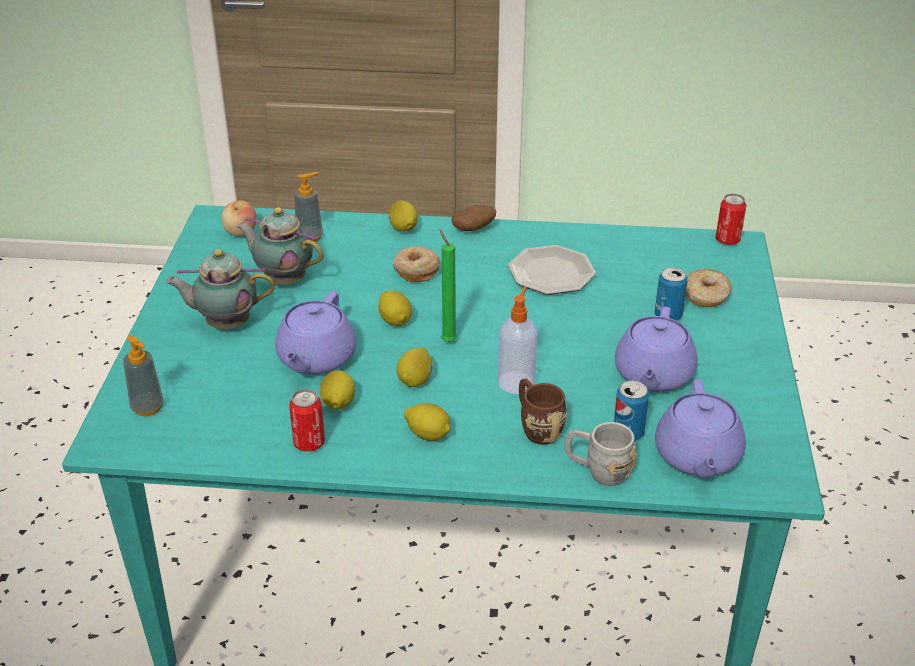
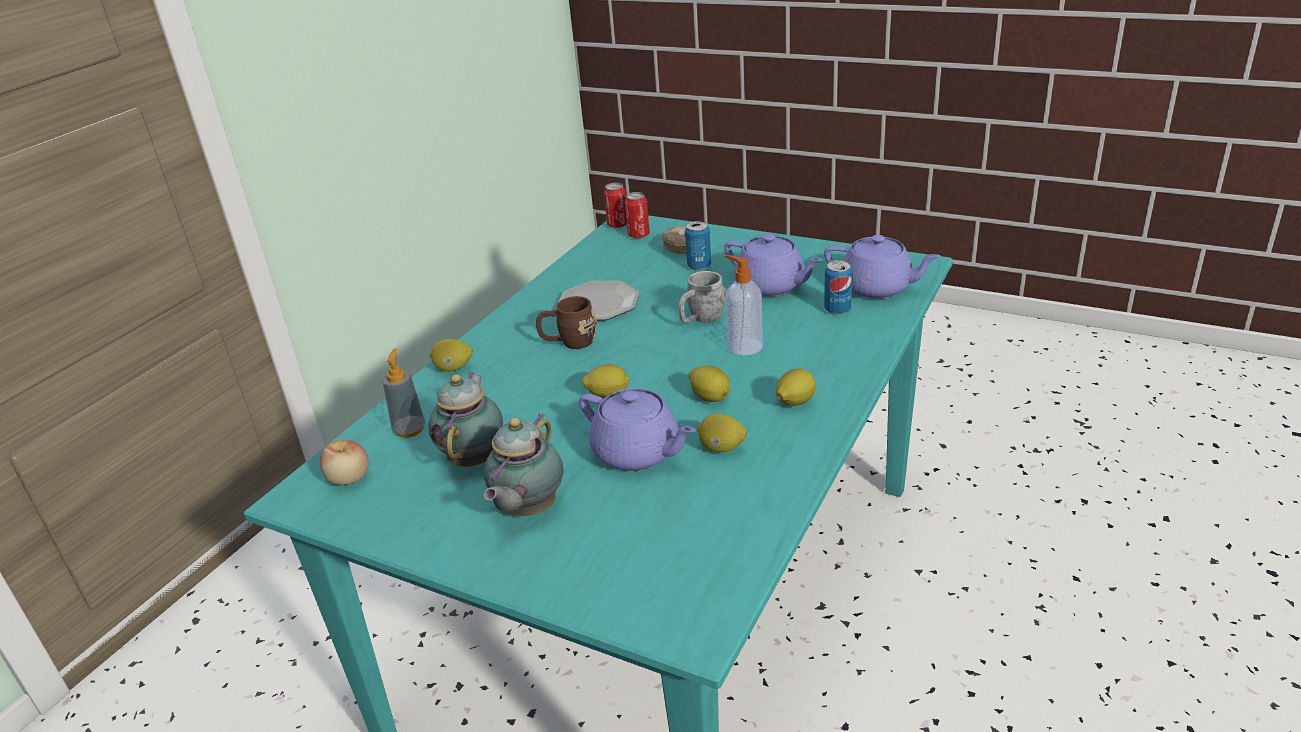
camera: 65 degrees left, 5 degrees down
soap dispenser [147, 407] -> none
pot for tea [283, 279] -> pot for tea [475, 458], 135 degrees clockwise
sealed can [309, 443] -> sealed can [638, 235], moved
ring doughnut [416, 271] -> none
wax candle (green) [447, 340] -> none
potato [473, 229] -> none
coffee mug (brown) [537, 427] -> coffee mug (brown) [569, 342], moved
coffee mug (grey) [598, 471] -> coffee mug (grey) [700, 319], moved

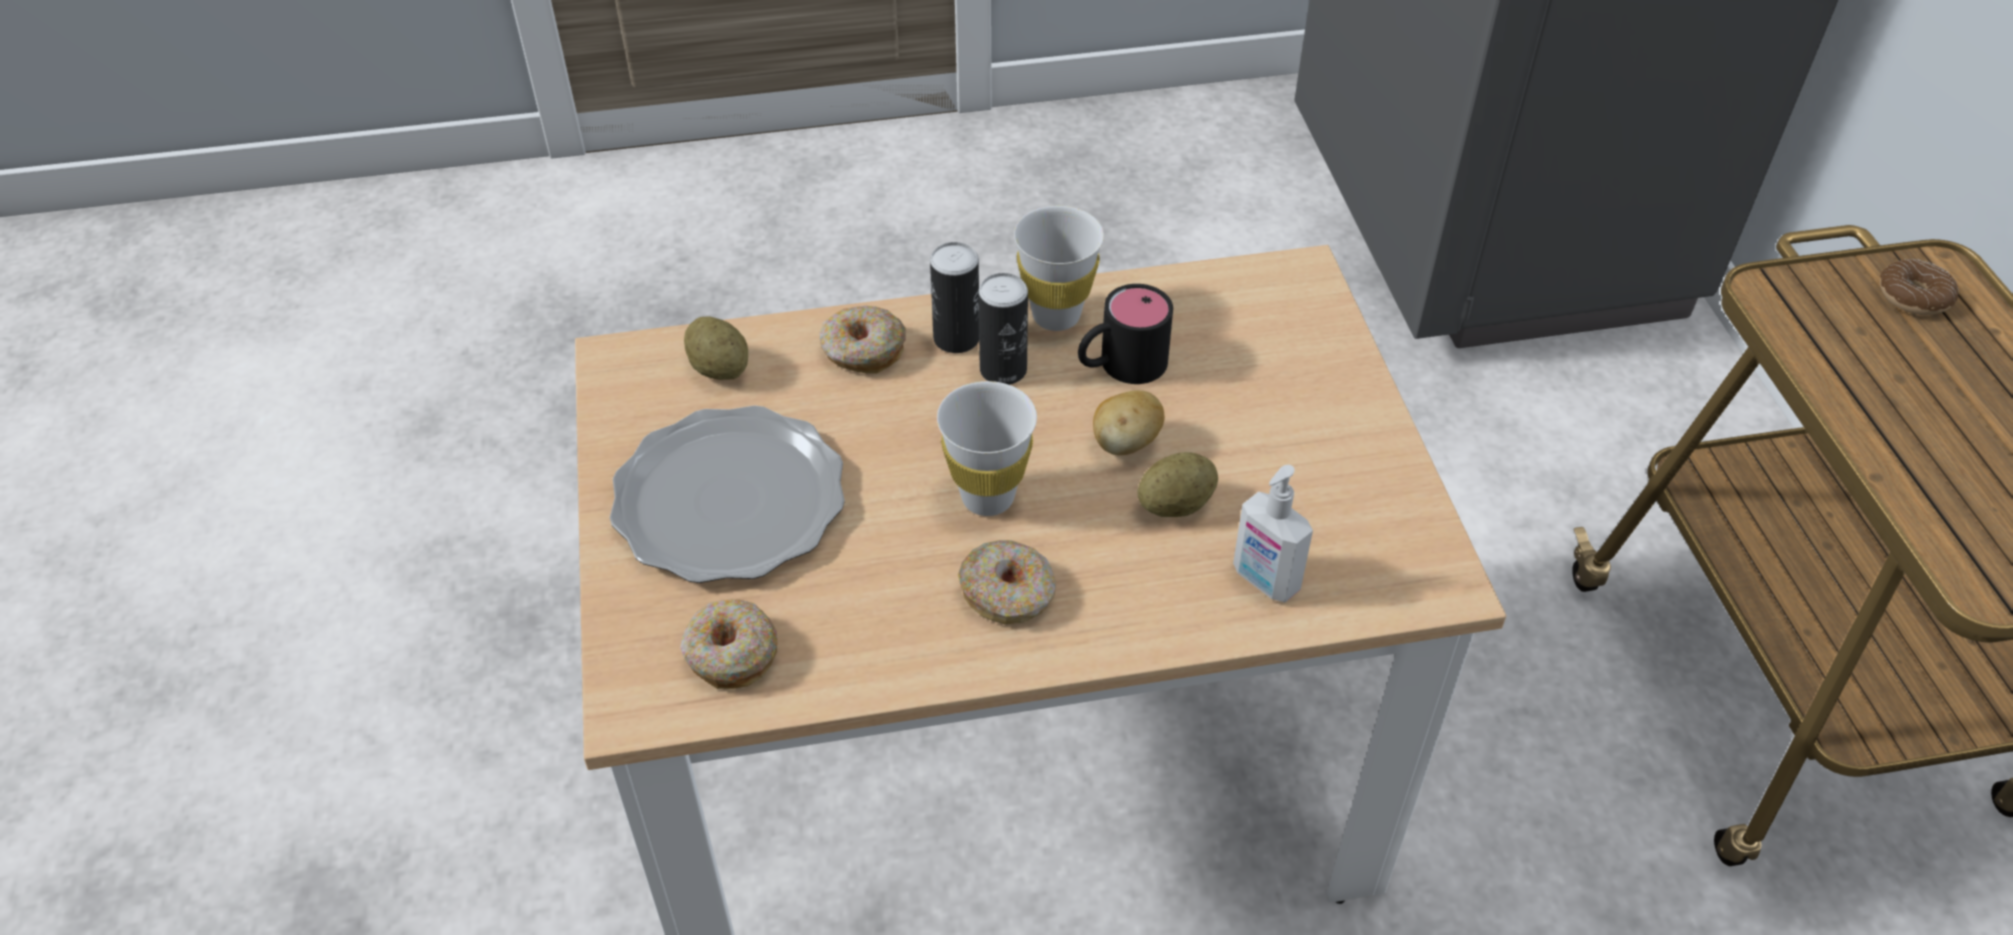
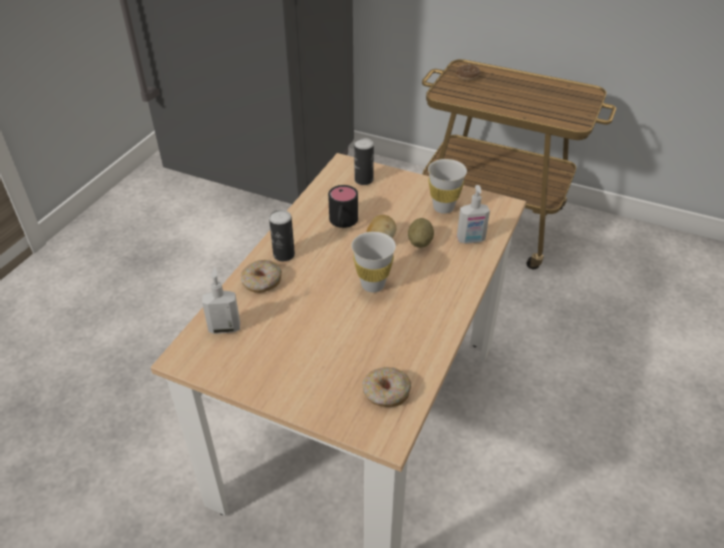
camera: 55 degrees left, 5 degrees down
flat dish [730, 502] -> none
potato [719, 368] -> soap dispenser [224, 327]
ring doughnut [1008, 593] -> none
sealed can [1003, 369] -> sealed can [363, 180], moved
small cup (whitish) [1056, 316] -> small cup (whitish) [443, 207], moved

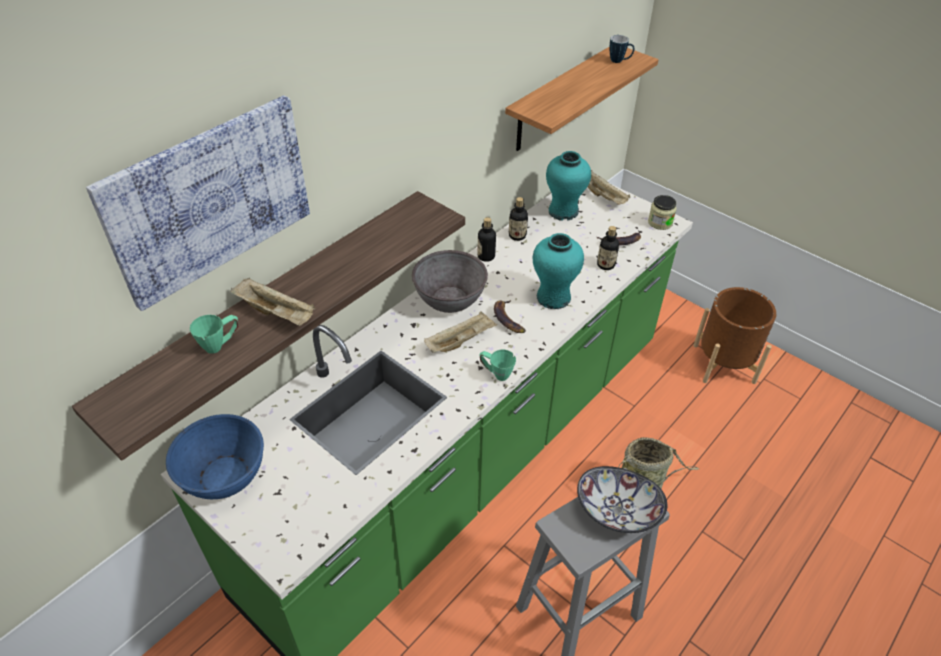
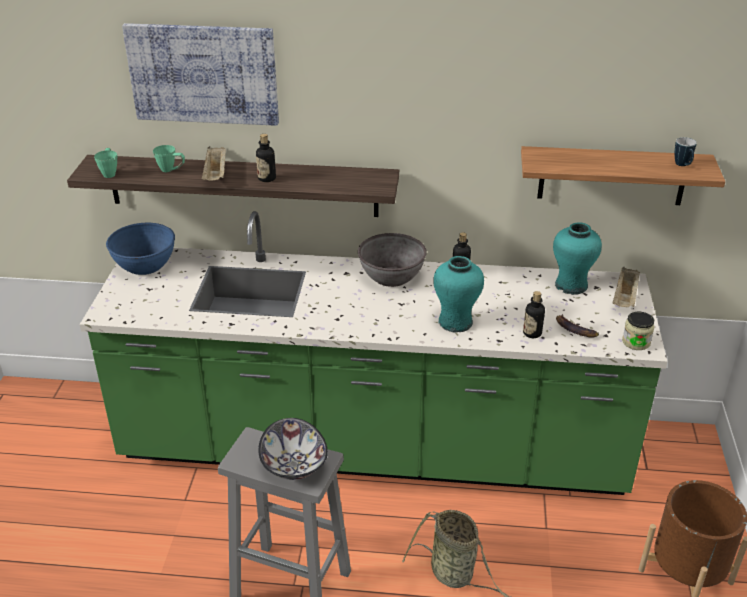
camera: 55 degrees right, 10 degrees down
tray (sand-coloured) [460, 341] -> none
coffee mug (green) [496, 374] -> coffee mug (green) [109, 173], moved
banana fruit [507, 319] -> none
beverage bottle [517, 236] -> beverage bottle [267, 178], moved

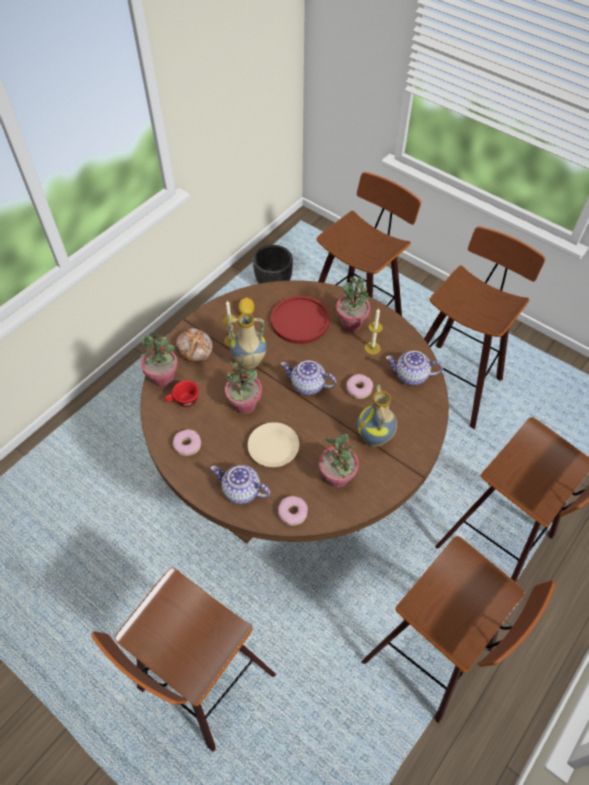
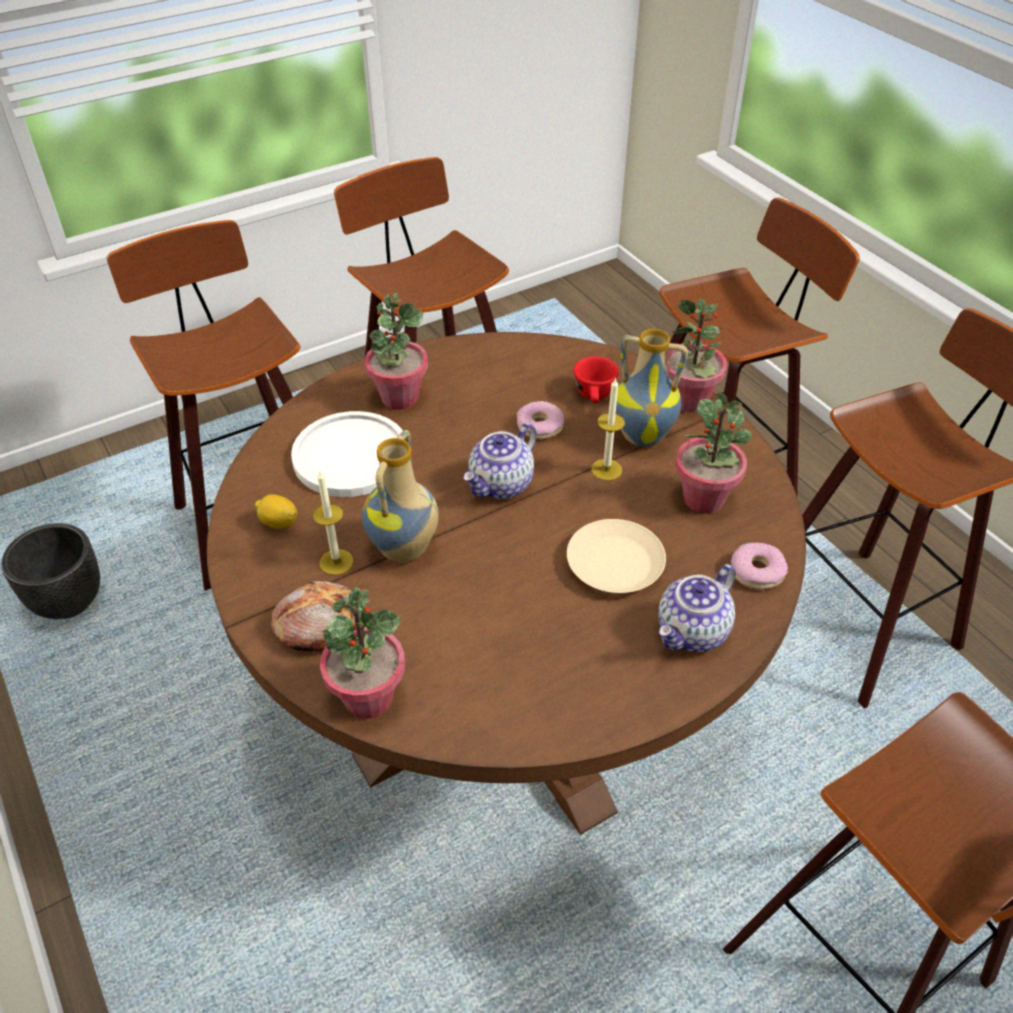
camera: 70 degrees left, 10 degrees down
small cup (red) [183, 401] -> small cup (red) [595, 396], moved
ring doughnut [187, 445] -> none
plant in a pot [245, 405] -> plant in a pot [689, 401], moved
flat dish (red) [300, 320] -> flat dish (whitish) [350, 456]
wax candle [372, 348] -> wax candle [606, 469], moved
pot for tea [411, 376] -> none

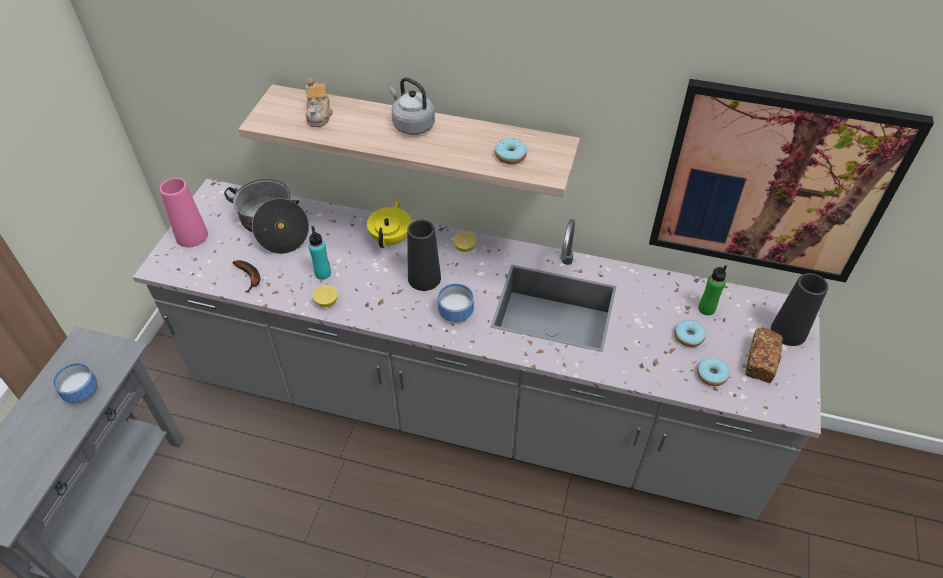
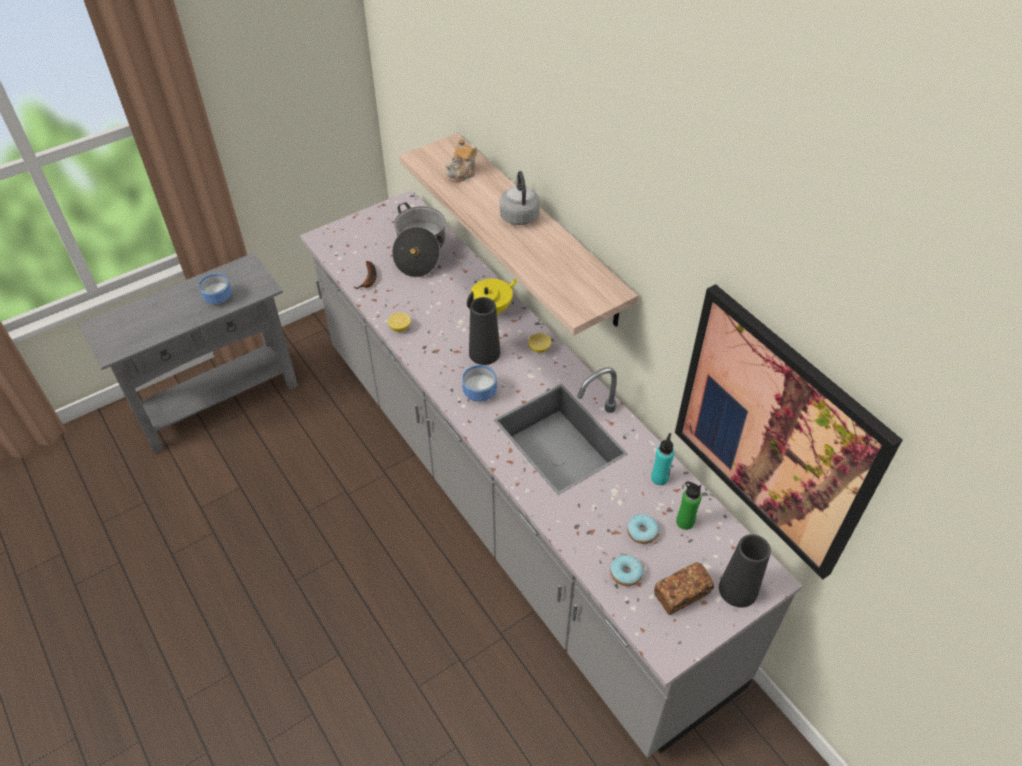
camera: 40 degrees right, 0 degrees up
decorative vase (pink-coloured) [192, 236] -> none
beverage bottle (blue-green) [323, 273] -> beverage bottle (blue-green) [659, 478], moved
ring doughnut [510, 156] -> none

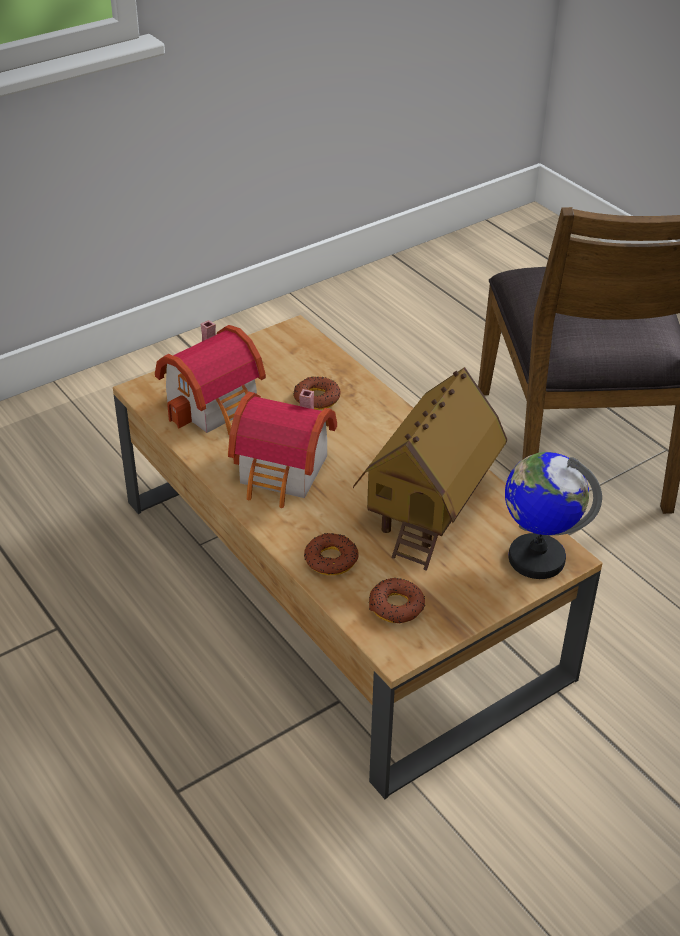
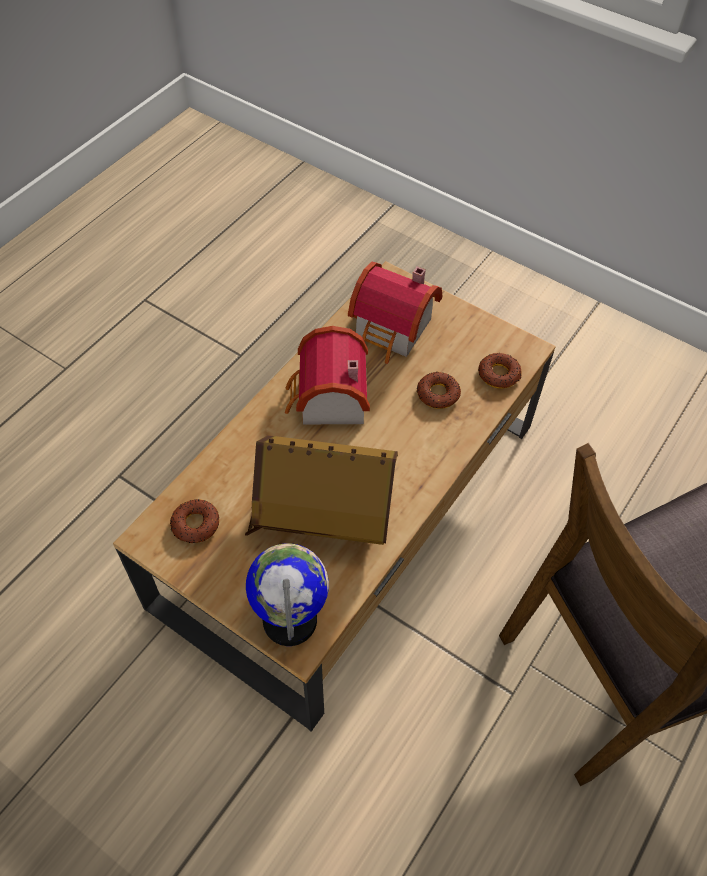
camera: 70 degrees right, 15 degrees up
ring doughnut [331, 559] -> ring doughnut [499, 374], moved

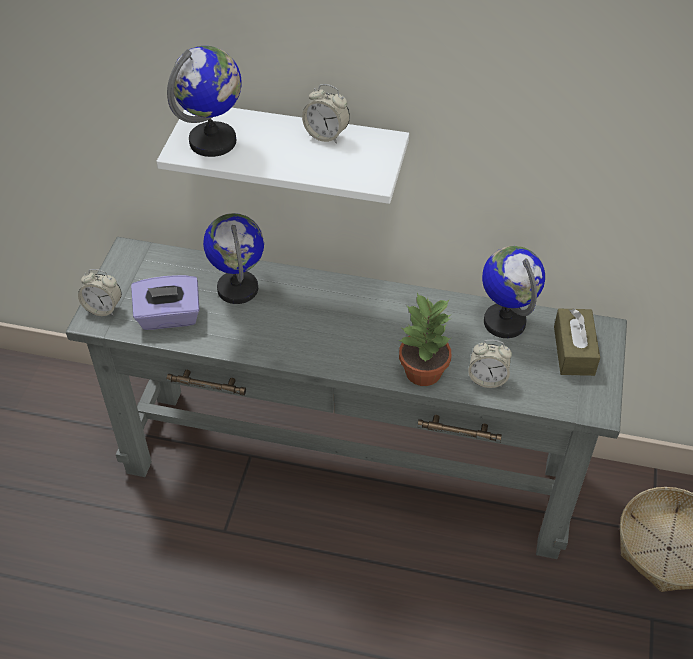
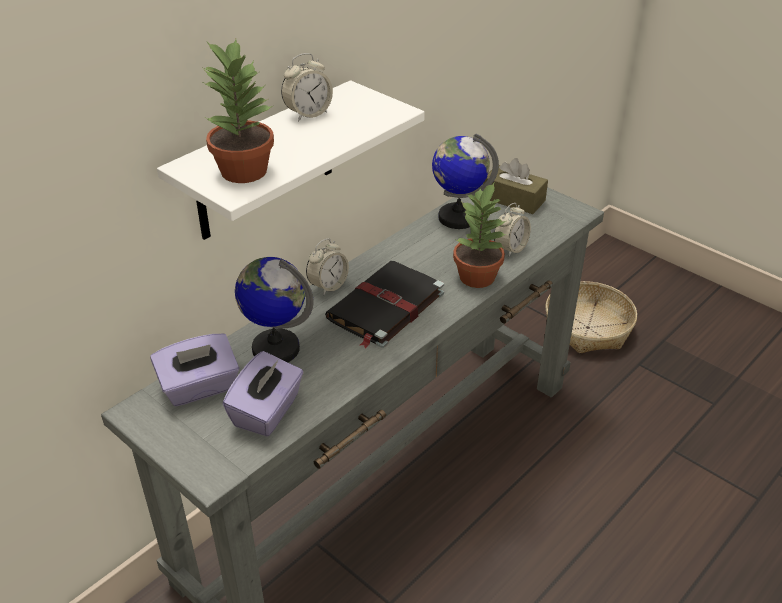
camera: 60 degrees left, 10 degrees down
alarm clock [103, 308] -> alarm clock [328, 286], moved
desk globe [213, 142] -> plant in a pot [243, 170]
none -> tissue box (purple) [199, 387]
none -> bound book (black-coloured) [385, 307]

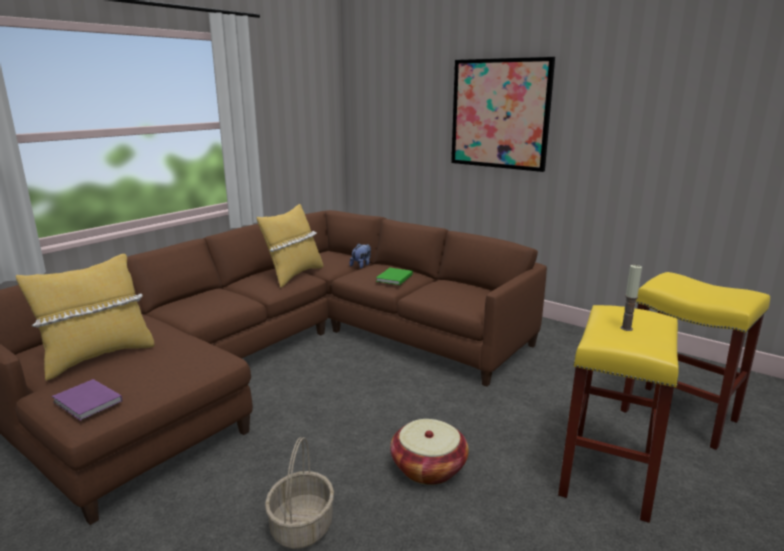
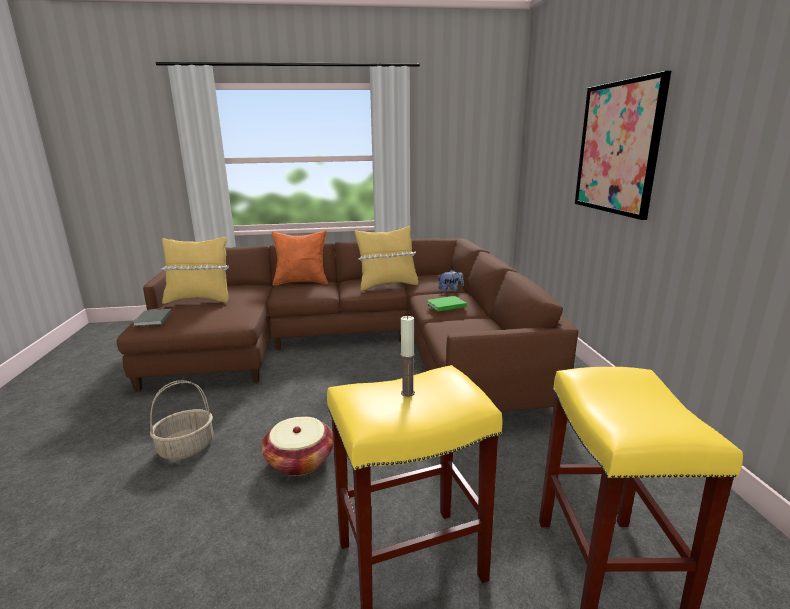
camera: 45 degrees right, 0 degrees up
bound book (purple) [87, 402] -> bound book (grey) [152, 319]
none -> cushion (orange-coloured) [301, 282]

